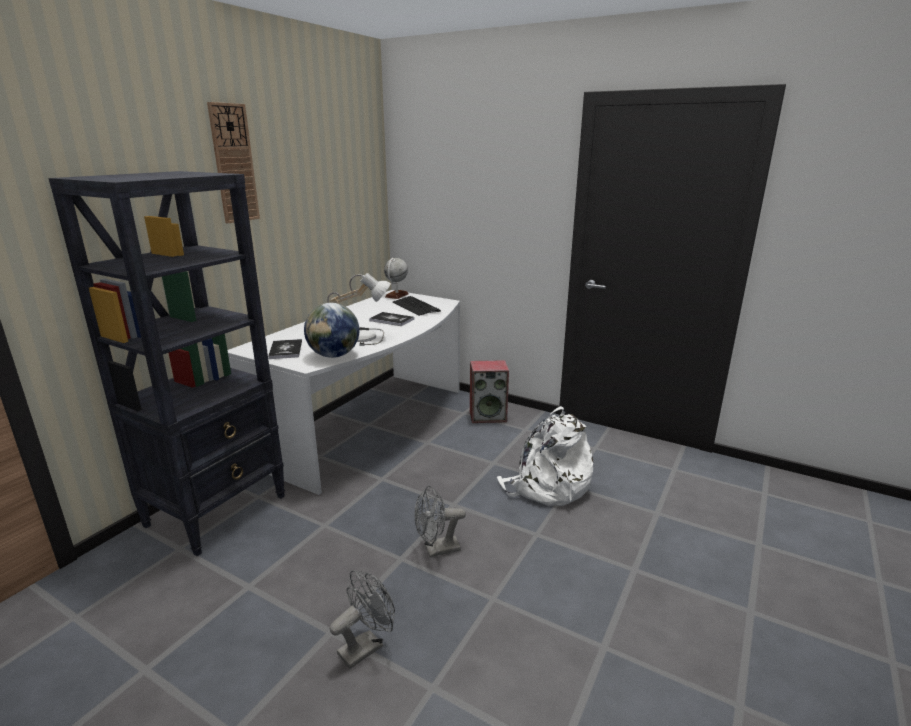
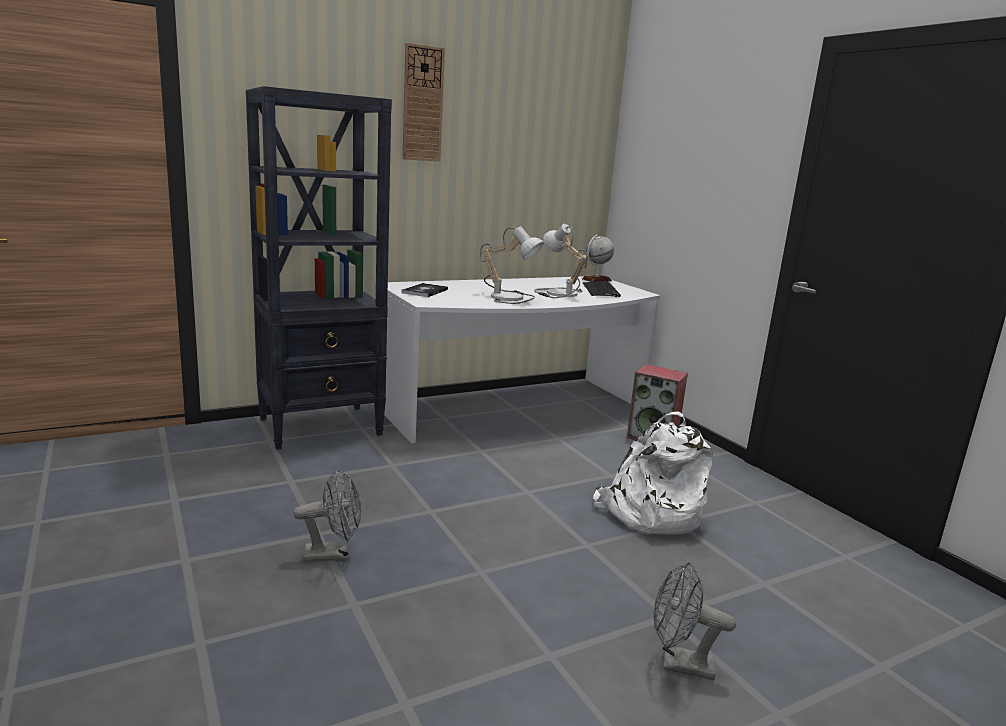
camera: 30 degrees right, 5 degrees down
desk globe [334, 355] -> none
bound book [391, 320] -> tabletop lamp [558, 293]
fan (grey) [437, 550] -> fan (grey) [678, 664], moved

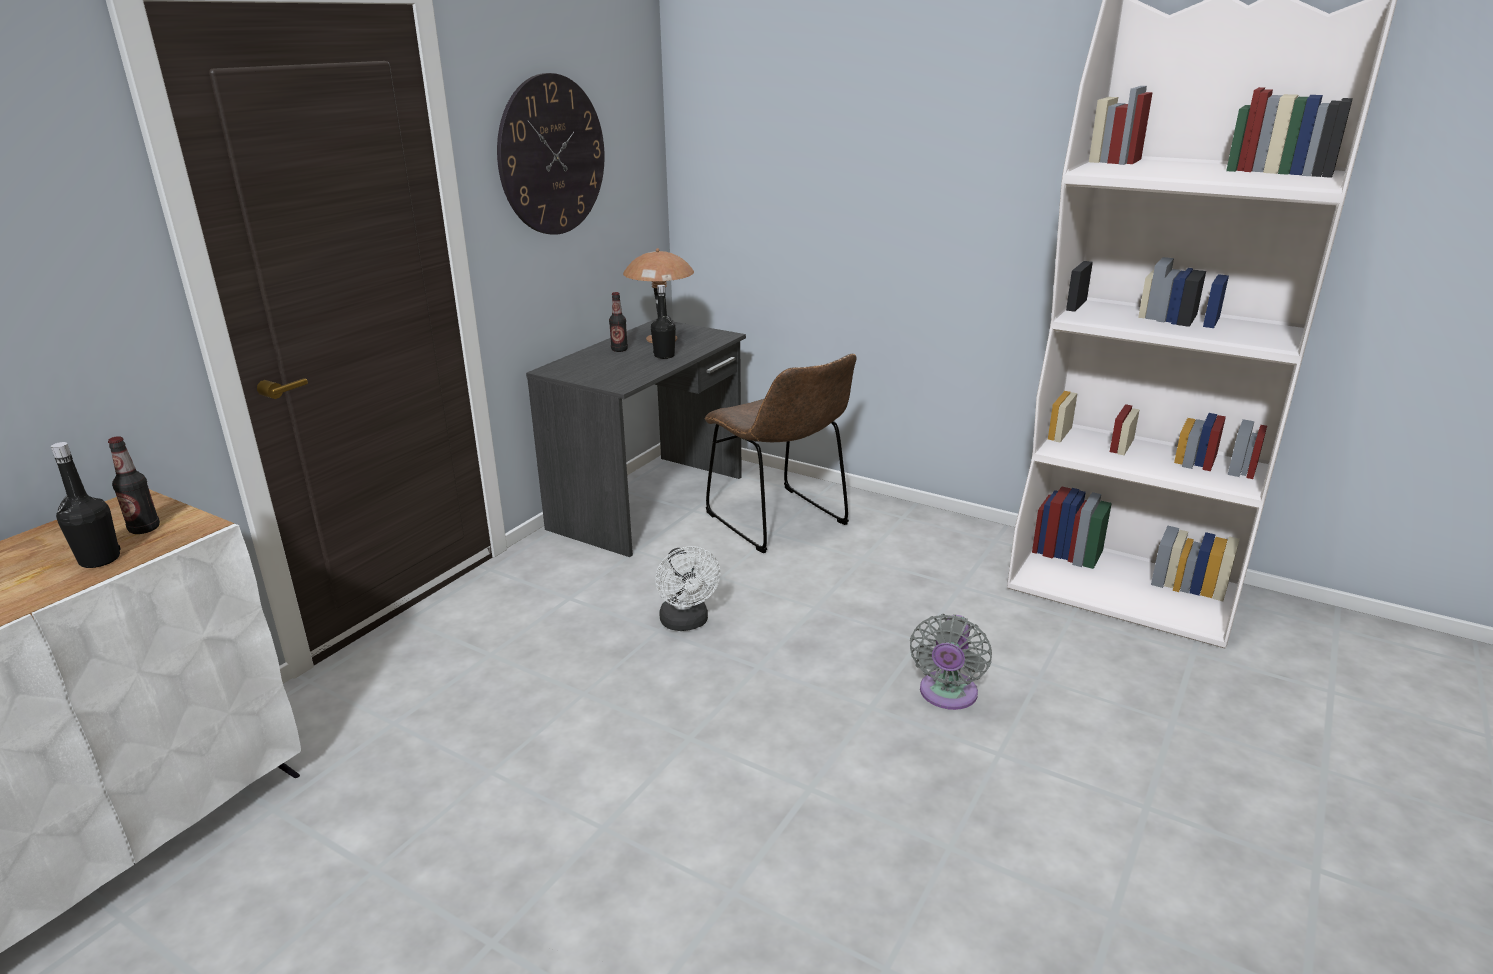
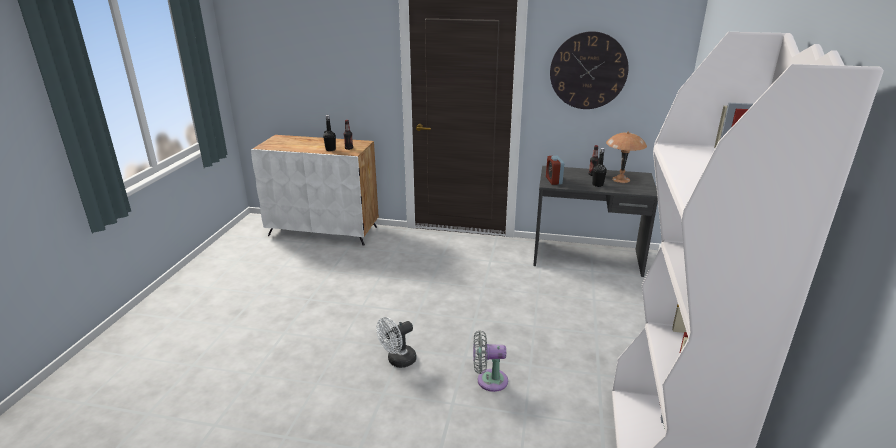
camera: 70 degrees right, 0 degrees up
fan (whitish) [686, 623] -> fan (whitish) [398, 361], moved
upright chair (brown) [780, 522] -> none
none -> alarm clock [553, 180]

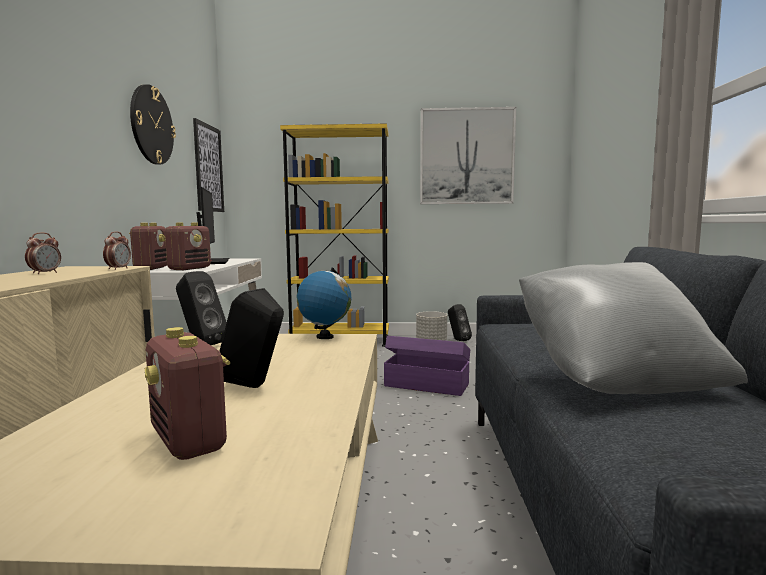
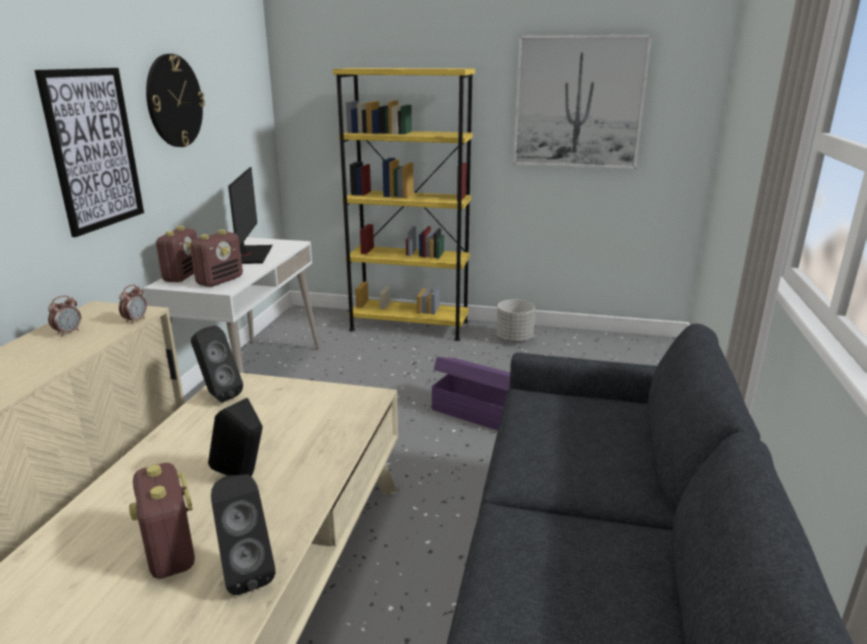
camera: 10 degrees right, 15 degrees up
wall art [208, 168] -> wall art [93, 149], moved
desk globe [324, 337] -> none
audio speaker (black-coloured) [457, 340] -> audio speaker (black-coloured) [245, 572], moved
cushion (grey) [615, 379] -> none

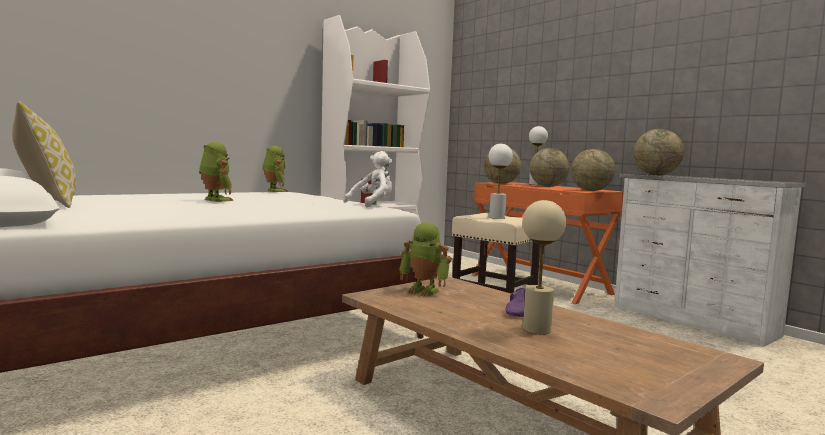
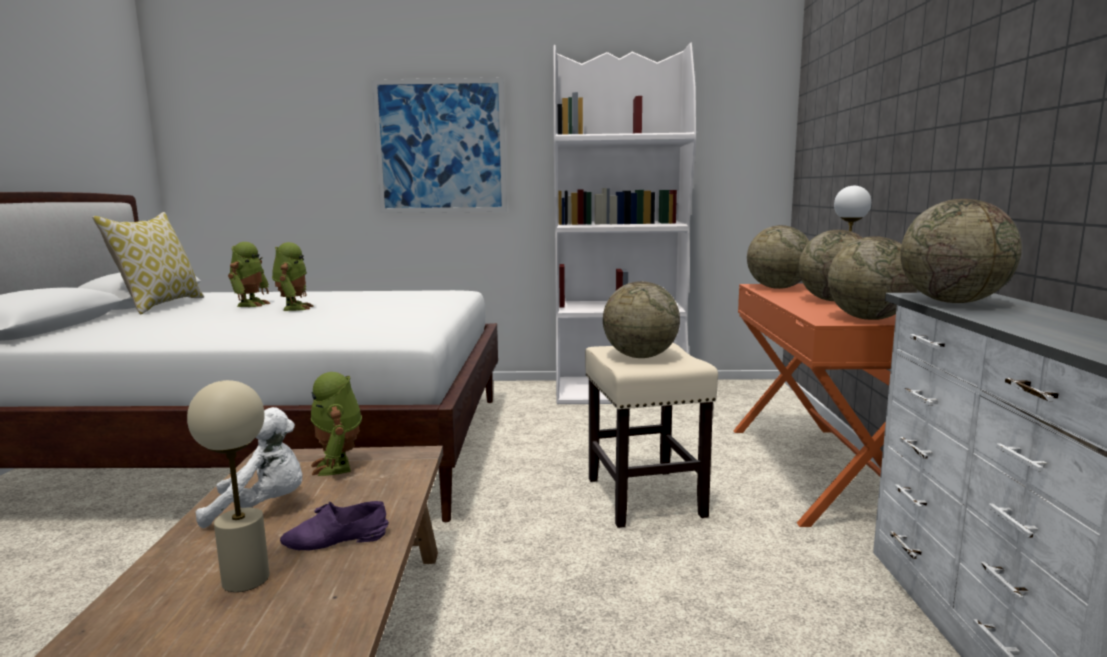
camera: 40 degrees right, 5 degrees up
robot figure [274, 191] -> robot figure [250, 304], moved
plush toy (whitish) [372, 204] -> plush toy (whitish) [263, 508], moved
tabletop lamp (whitish) [497, 217] -> desk globe [640, 356]
none -> wall art [440, 146]

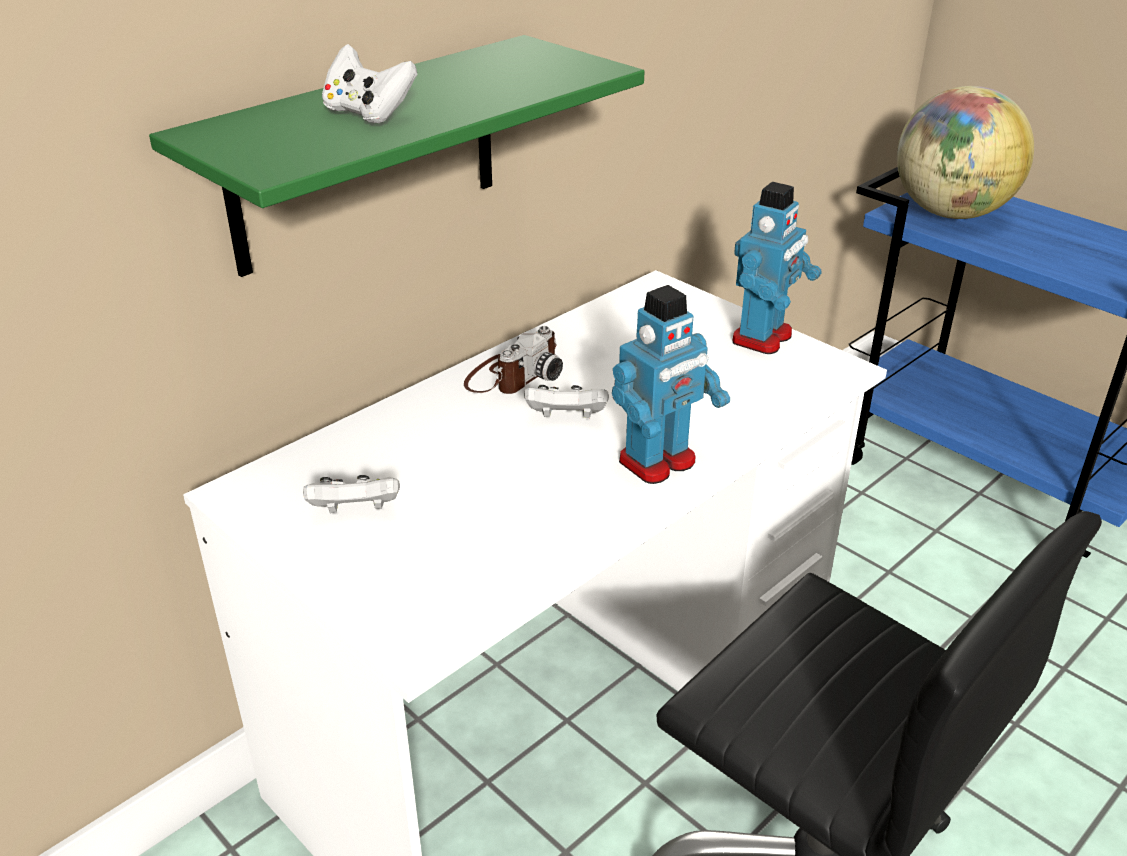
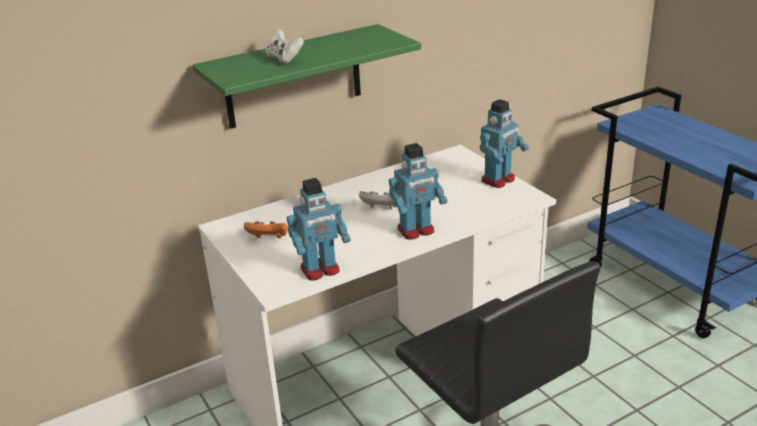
camera: 15 degrees right, 5 degrees down
joypad (whitish) [356, 512] -> joypad (orange-coloured) [269, 239]
still camera [512, 376] -> none
desk globe [950, 213] -> none
none -> robot figure [320, 270]

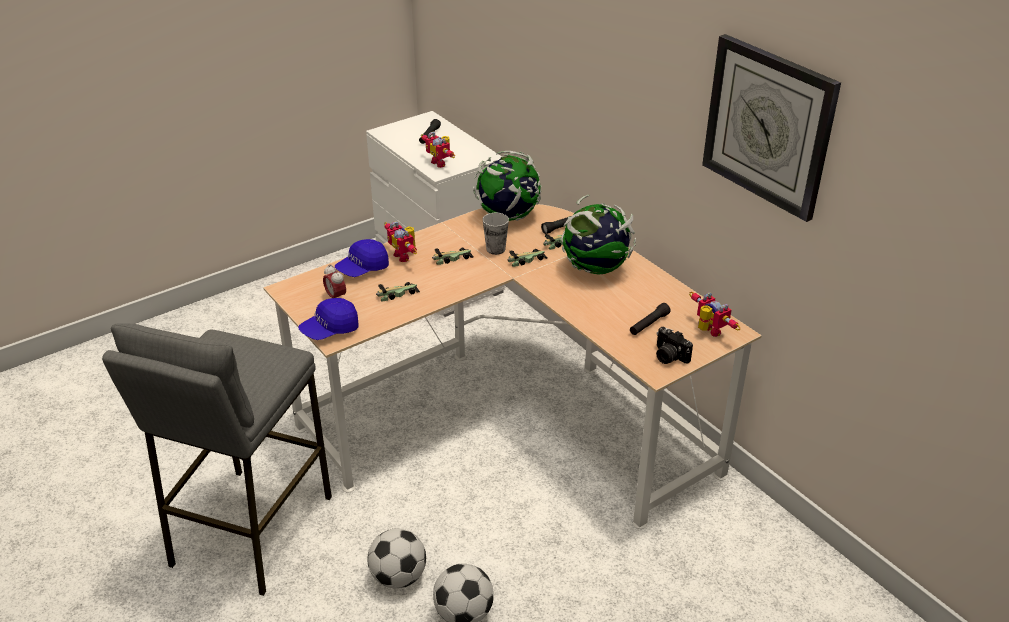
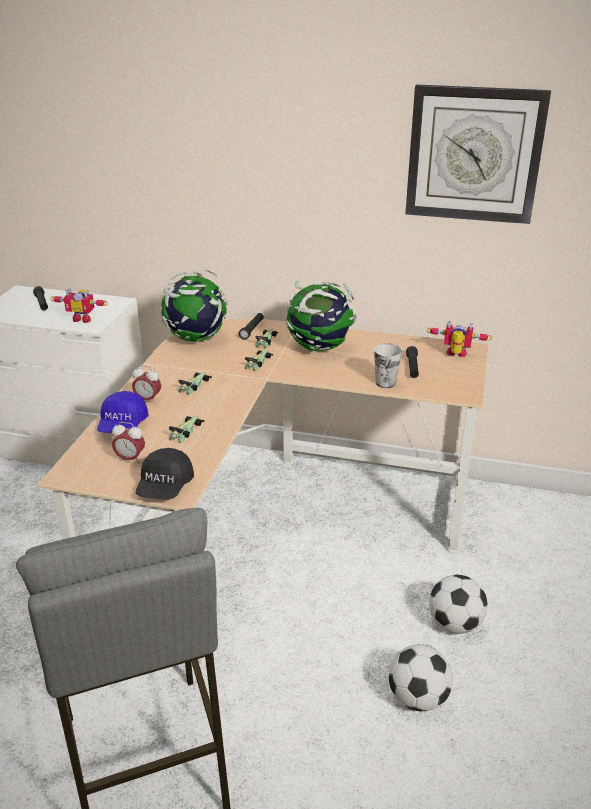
camera: 40 degrees left, 5 degrees down
baseball cap (blue-coloured) [330, 330] -> baseball cap (black-coloured) [165, 487]
football [398, 576] -> football [454, 623], moved
robot figure [404, 255] -> alarm clock [148, 400]
small cup [495, 249] -> small cup [385, 383], moved
still camera [669, 356] -> none

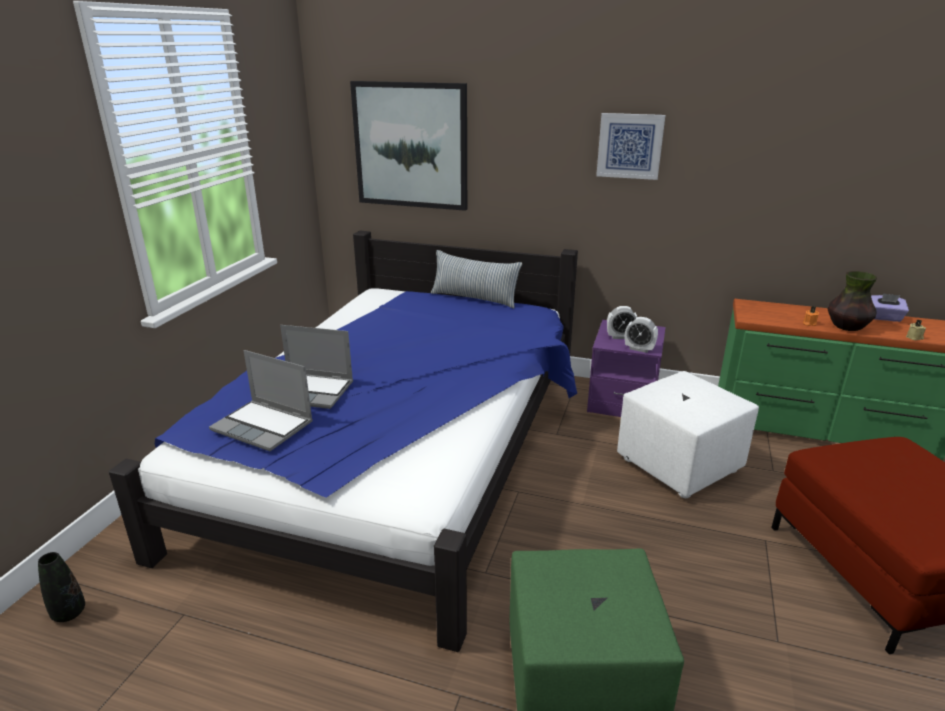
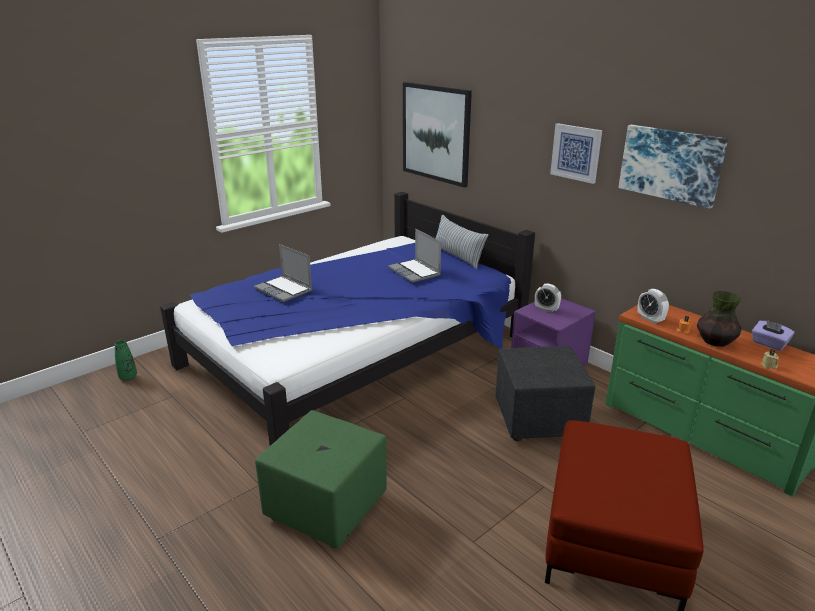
camera: 30 degrees right, 0 degrees up
decorative vase (black-coloured) [69, 613] -> decorative vase (green) [128, 377]
laptop [264, 426] -> laptop [415, 272], moved
pouffe (whitish) [680, 465] -> pouffe (black-coloured) [539, 420]
alarm clock [639, 349] -> alarm clock [650, 319], moved
none -> wall art [671, 164]

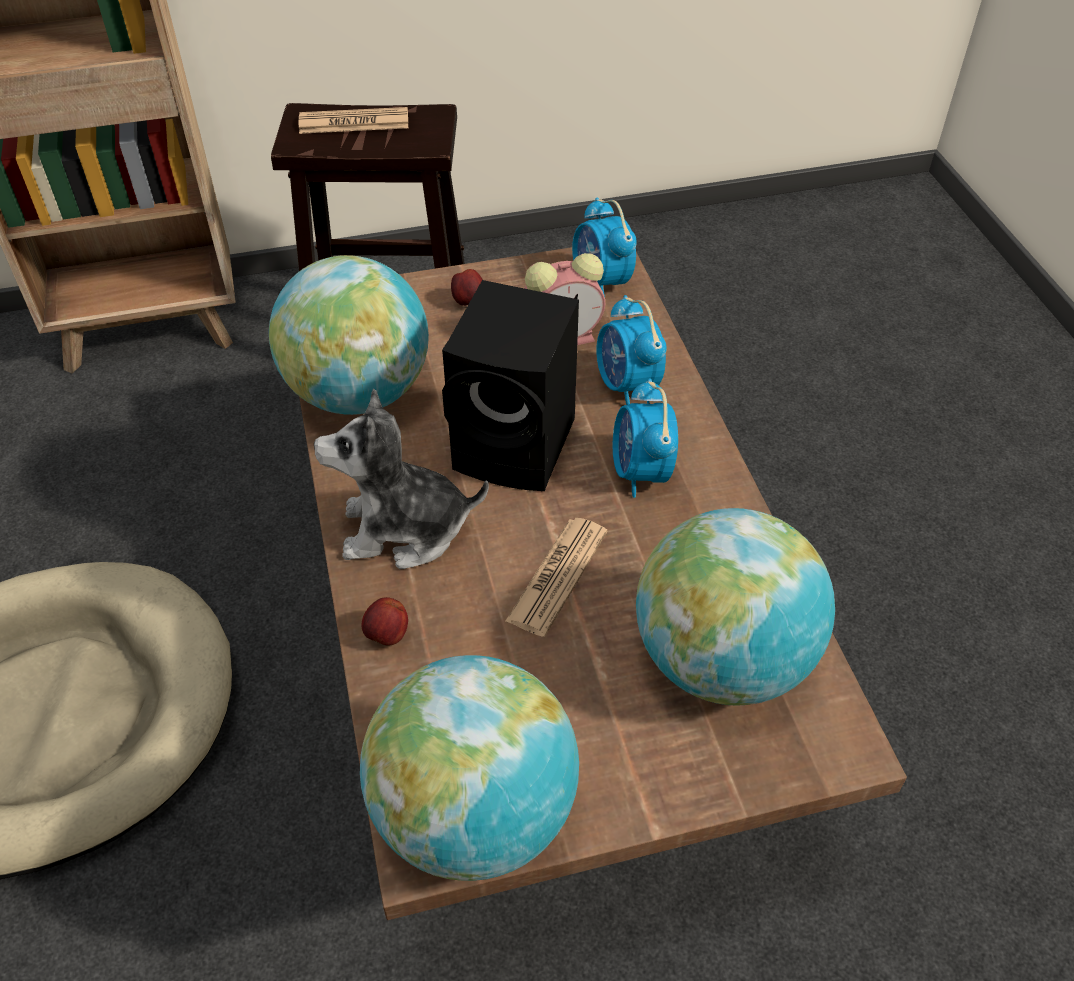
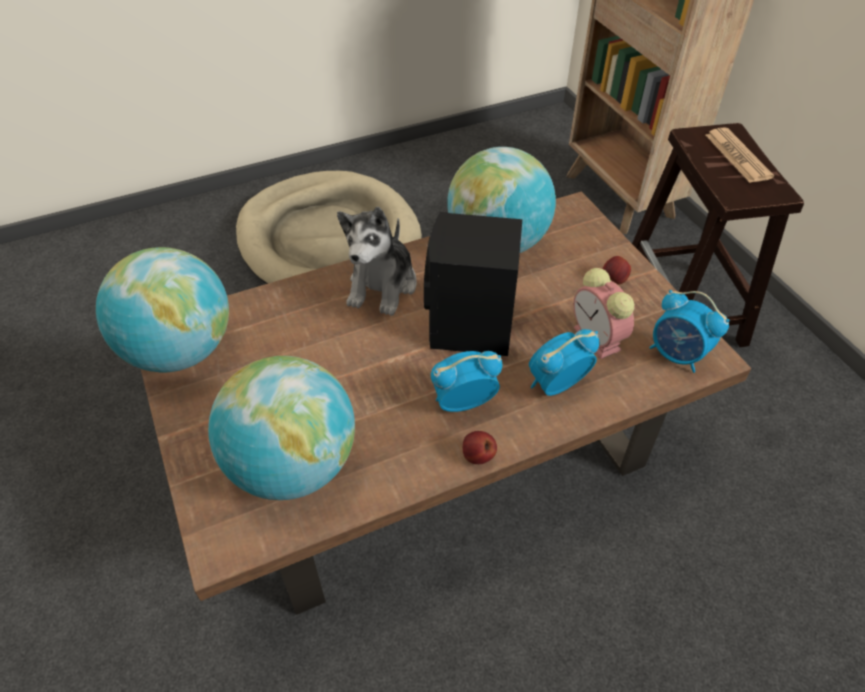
camera: 80 degrees right, 0 degrees up
plush toy [404, 529] -> plush toy [382, 286], 150 degrees counterclockwise
apple fruit [387, 635] -> apple fruit [477, 456], moved
daily paper [557, 576] -> none
alarm clock [601, 283] -> alarm clock [677, 355], 105 degrees counterclockwise

